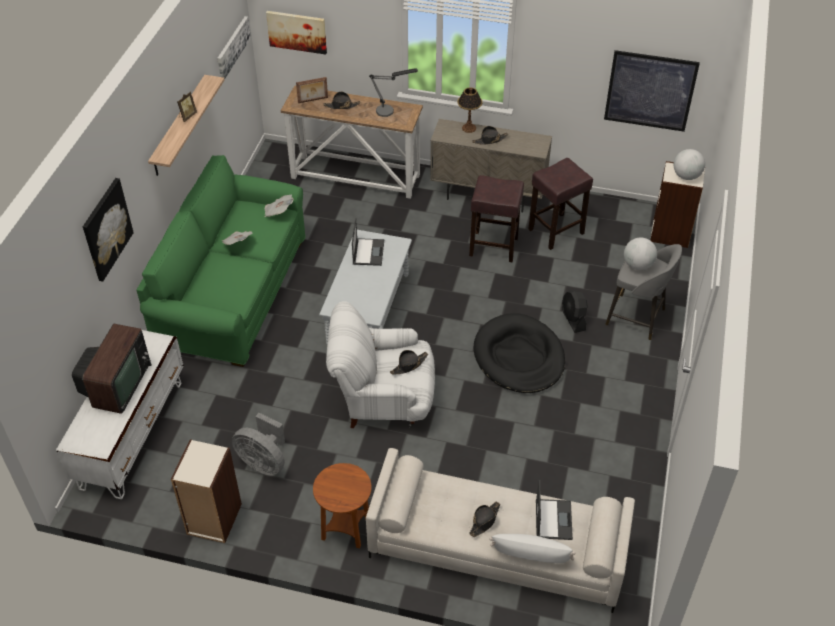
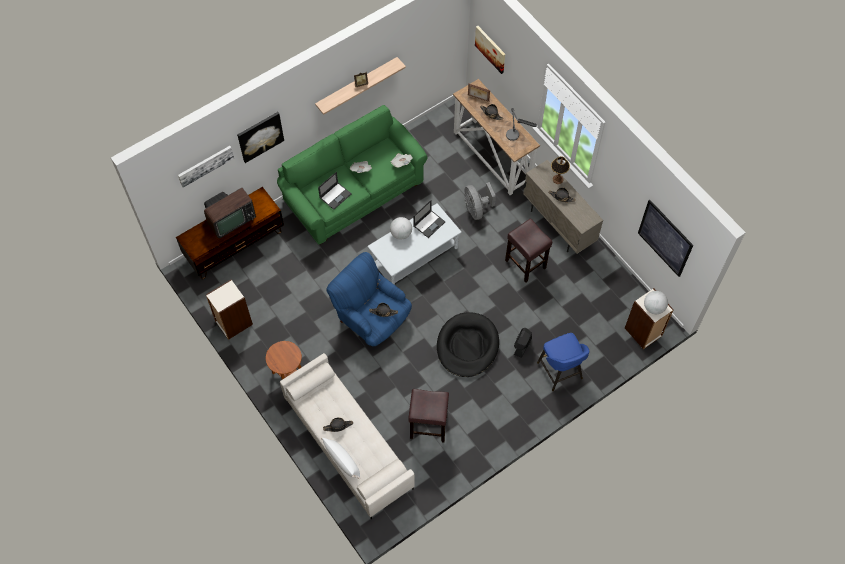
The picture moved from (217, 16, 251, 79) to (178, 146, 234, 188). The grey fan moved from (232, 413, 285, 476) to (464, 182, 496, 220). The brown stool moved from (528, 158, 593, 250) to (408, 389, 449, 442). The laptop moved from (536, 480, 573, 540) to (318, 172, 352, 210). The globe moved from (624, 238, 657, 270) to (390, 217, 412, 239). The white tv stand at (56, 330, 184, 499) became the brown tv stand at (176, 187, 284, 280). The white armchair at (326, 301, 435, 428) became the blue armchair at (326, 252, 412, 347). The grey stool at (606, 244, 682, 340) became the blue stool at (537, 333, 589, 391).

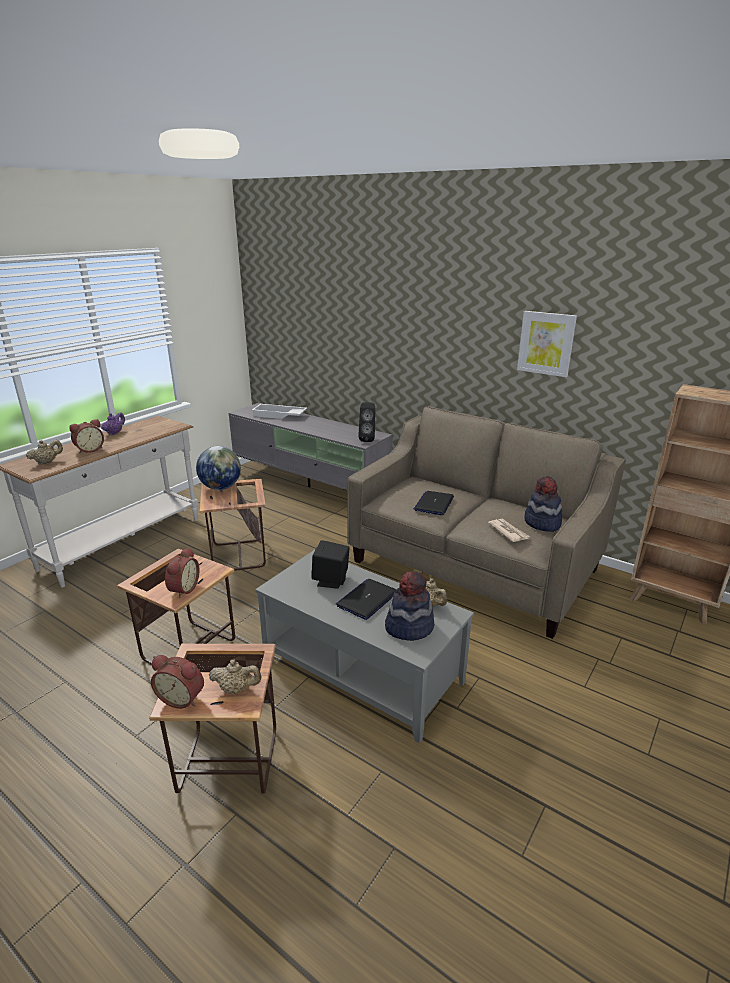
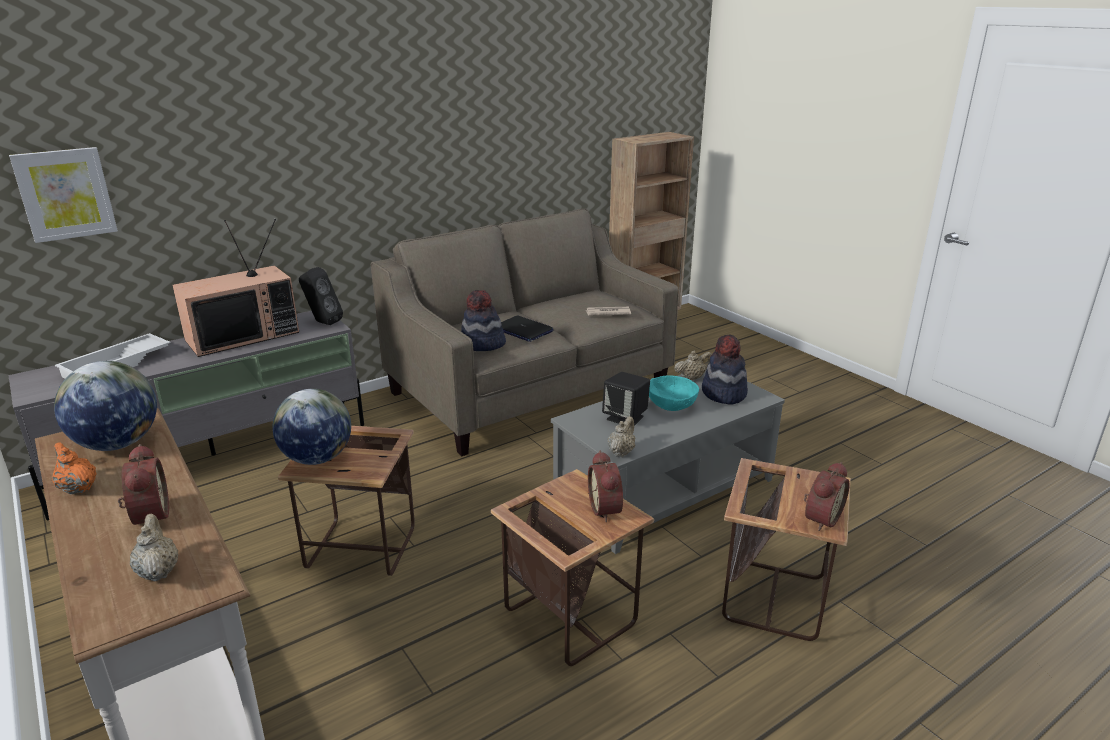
The globe at (54, 361, 157, 451) appeared. The television at (172, 219, 299, 357) appeared. The beige teapot moved from (209, 660, 262, 694) to (608, 416, 636, 457). The picture moved from (517, 311, 577, 377) to (9, 147, 118, 243). The hat moved from (524, 476, 562, 532) to (461, 290, 506, 351). The laptop at (336, 579, 396, 620) was replaced by the turquoise bowl at (649, 376, 699, 411). The purple teapot at (101, 412, 125, 435) became the orange teapot at (53, 443, 96, 494). The alarm clock at (165, 547, 200, 598) turned 135 degrees counterclockwise.

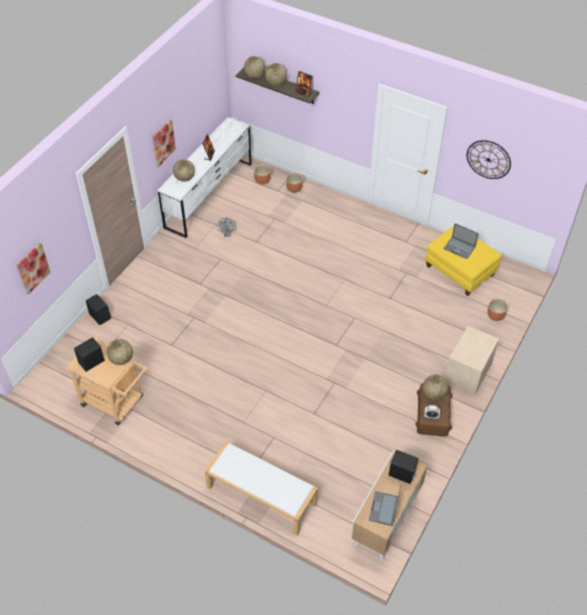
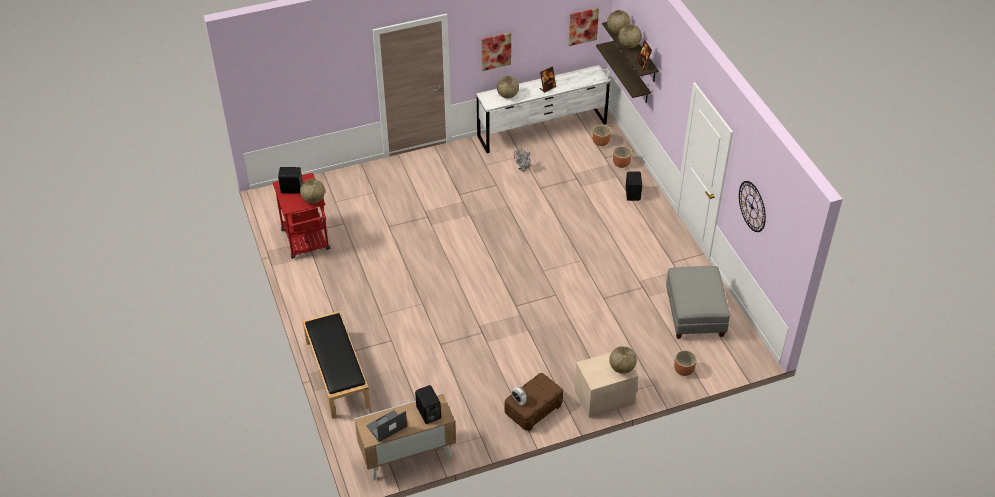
The laptop at (443, 223, 479, 259) disappeared. The shelf at (596, 41, 651, 103) appeared. The picture moved from (17, 243, 50, 295) to (569, 8, 599, 46). The black speaker moved from (86, 294, 111, 325) to (626, 172, 642, 201). The globe moved from (423, 374, 448, 400) to (609, 346, 637, 374). The beige cart at (66, 337, 148, 425) became the red cart at (272, 173, 330, 259). The white bench at (204, 441, 318, 536) became the black bench at (302, 311, 371, 419). The yellow ottoman at (425, 226, 502, 296) became the grey ottoman at (666, 266, 730, 339).

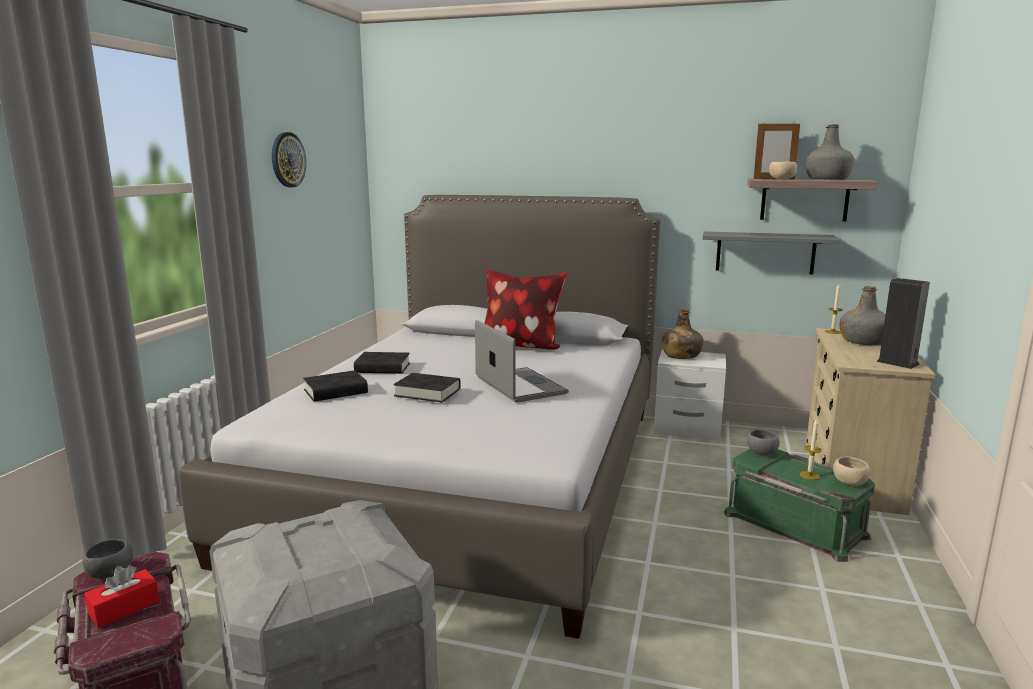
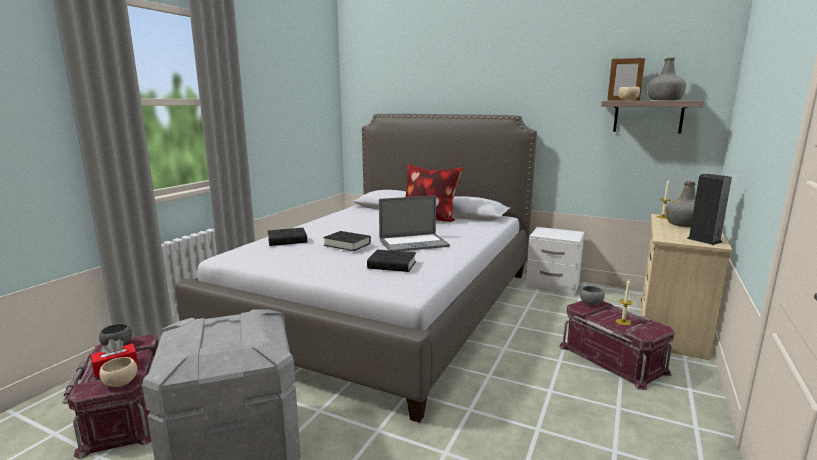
The wall clock at (272, 132, 306, 187) disappeared. The green bottle at (662, 309, 704, 359) disappeared. The grey shelf at (703, 231, 840, 275) disappeared. The black book moved from (354, 352, 410, 374) to (367, 250, 416, 272). The beige bowl moved from (833, 457, 870, 486) to (99, 357, 137, 387). The green storage box at (724, 449, 875, 562) became the red storage box at (559, 301, 675, 390). The laptop at (475, 320, 569, 403) turned 90 degrees clockwise.

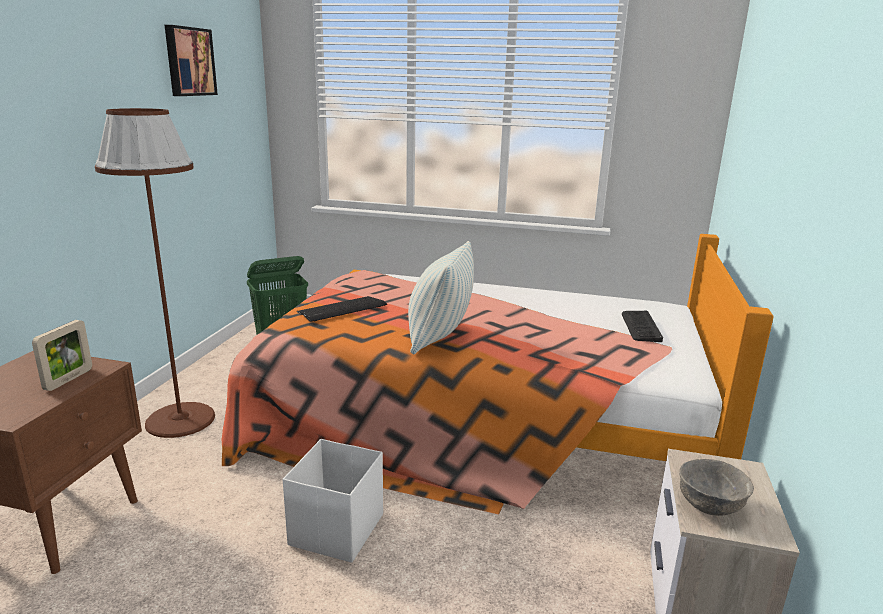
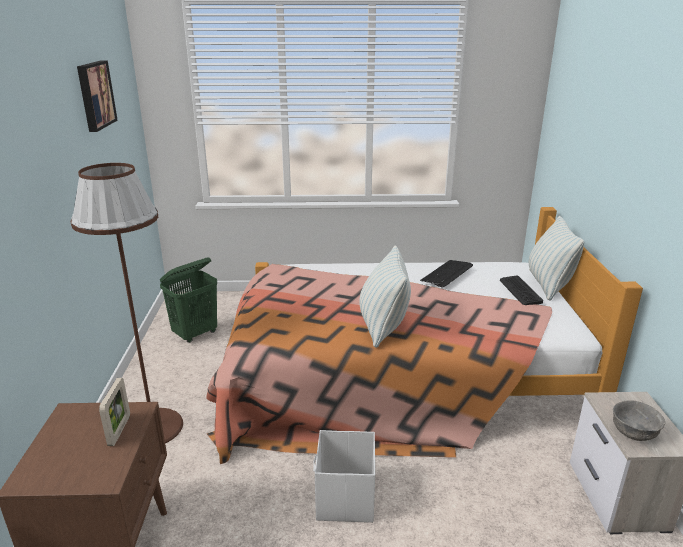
The pillow at (529, 216, 585, 301) appeared. The keyboard moved from (297, 296, 387, 322) to (420, 260, 473, 288).

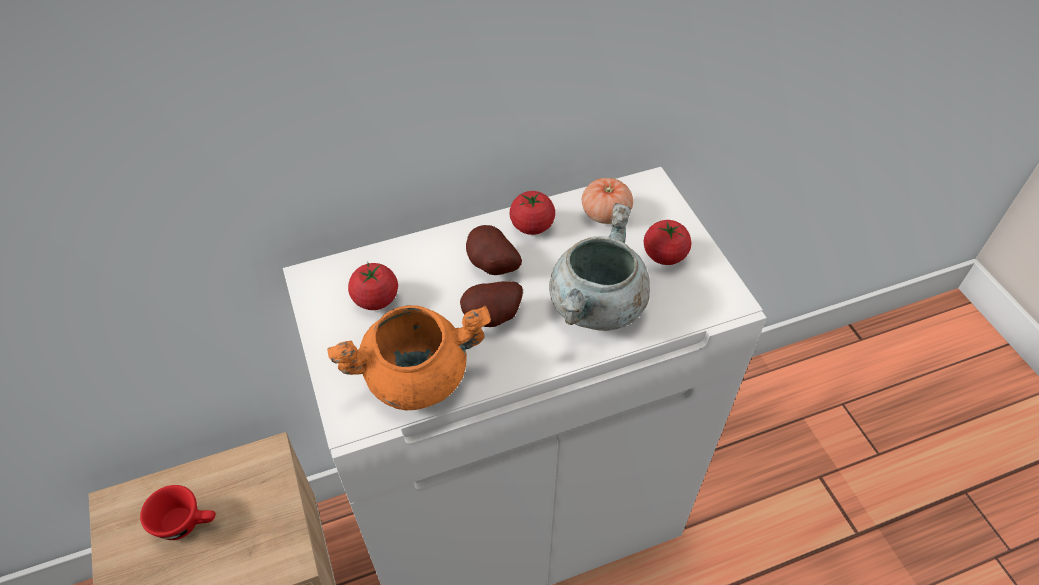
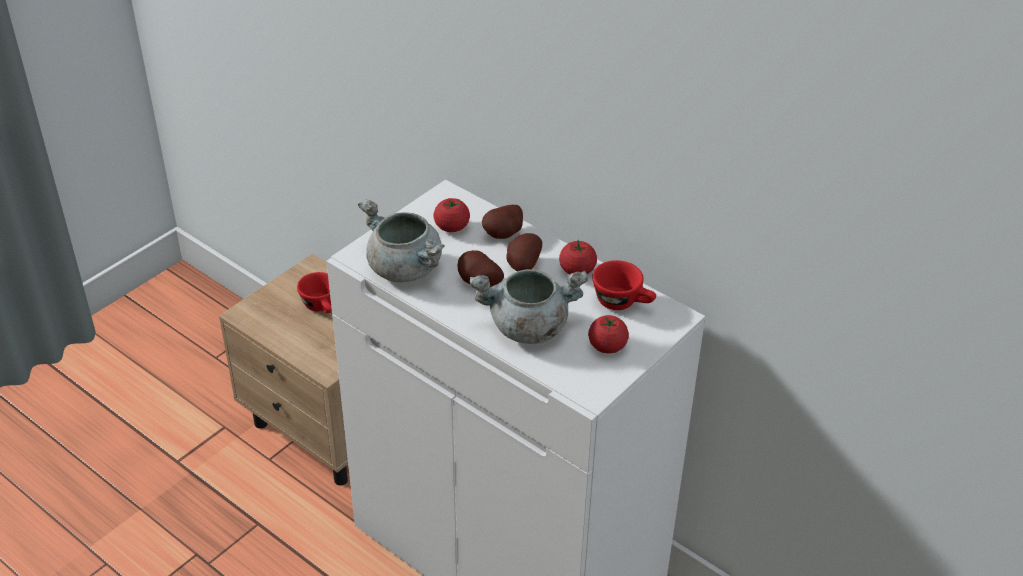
The potato at (482, 205, 523, 239) appeared. The tomato at (582, 178, 633, 224) was replaced by the red cup at (592, 260, 656, 310). The orange cooking pot at (327, 305, 491, 410) became the grey cooking pot at (358, 199, 445, 282).

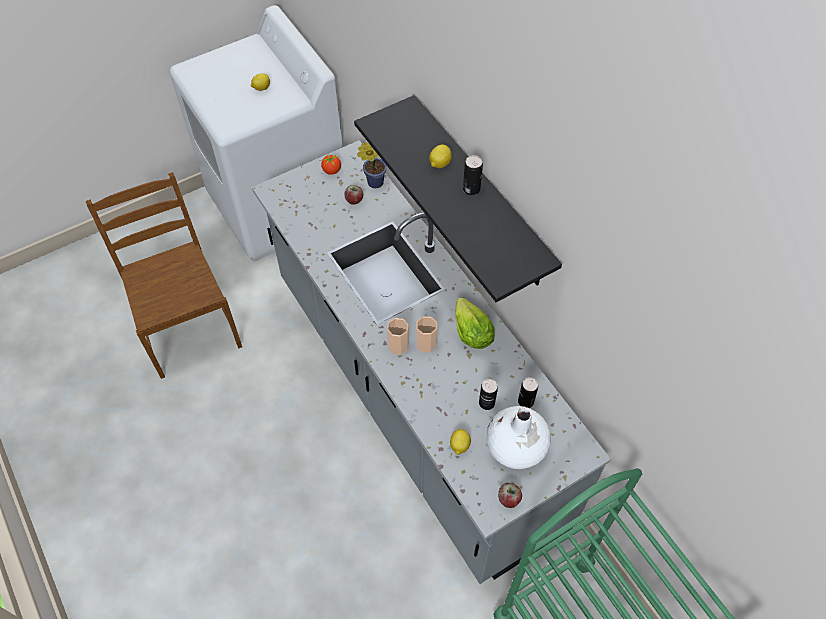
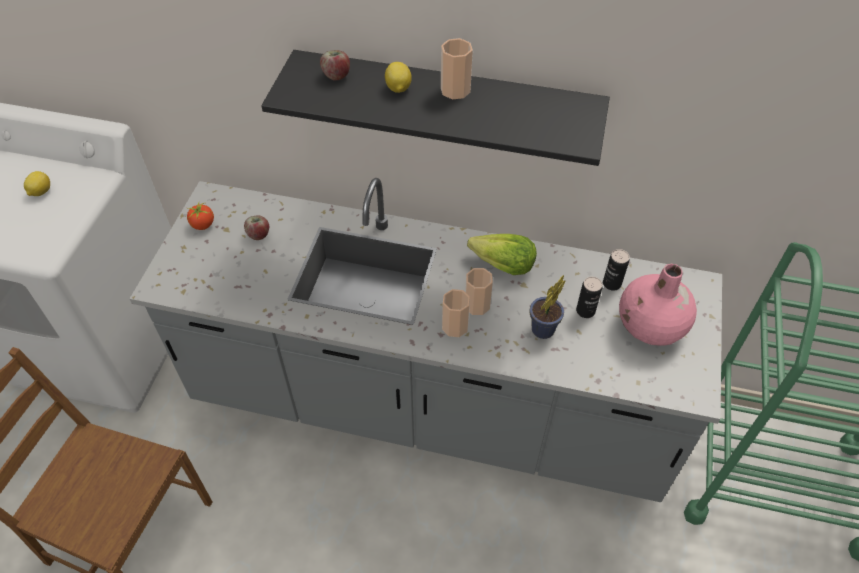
The lemon at (450, 429, 471, 455) disappeared. The potted plant moved from (357, 142, 387, 188) to (530, 275, 565, 339). The apple moved from (498, 483, 522, 508) to (320, 50, 350, 80). The can at (463, 155, 483, 195) was replaced by the cup at (441, 38, 473, 99). The white vase at (487, 406, 551, 469) became the pink vase at (619, 264, 697, 346).

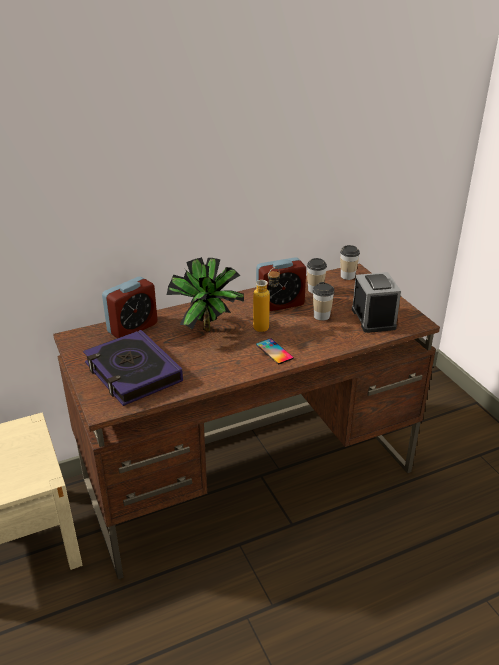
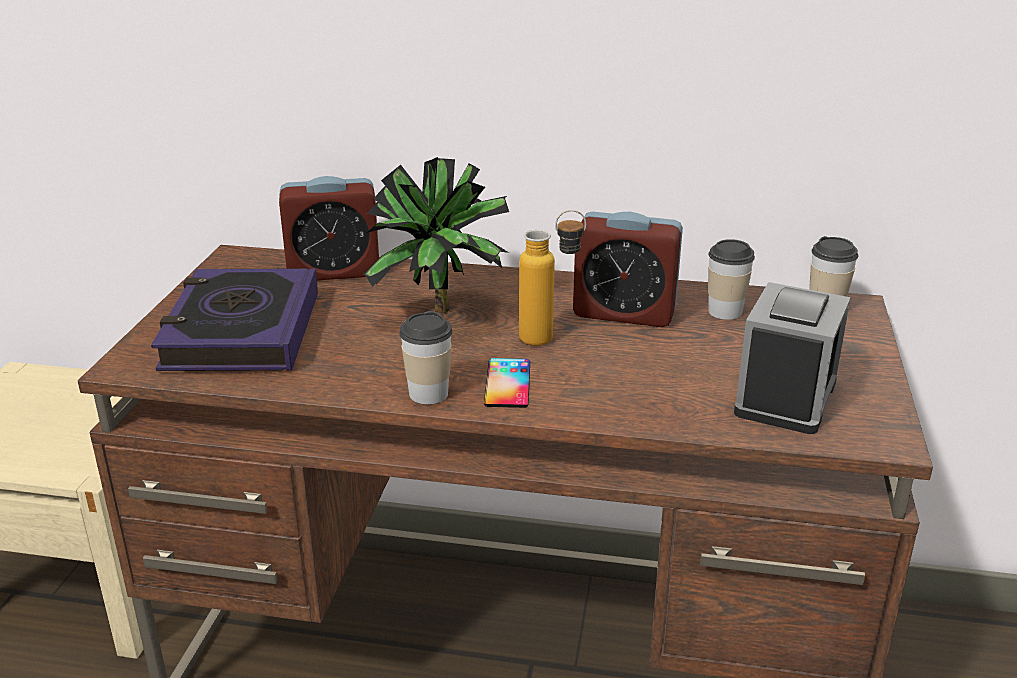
The cup moved from (313, 282, 334, 321) to (399, 311, 452, 404).

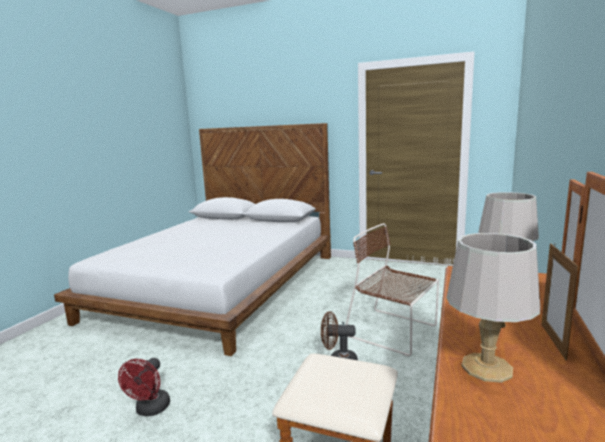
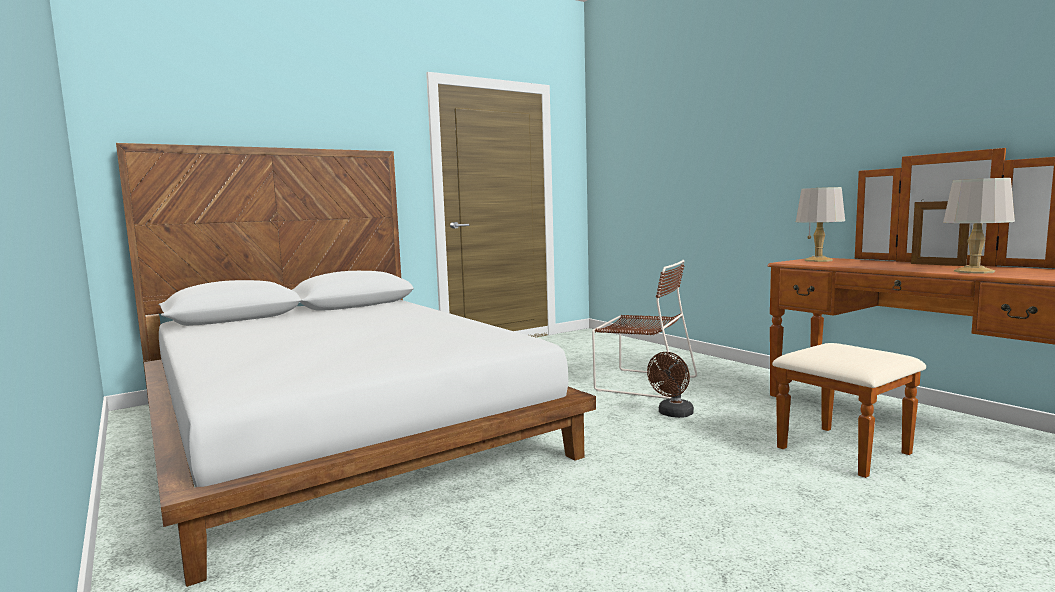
The red fan at (118, 358, 170, 416) disappeared. The brown chair at (346, 223, 439, 356) turned 135 degrees counterclockwise.

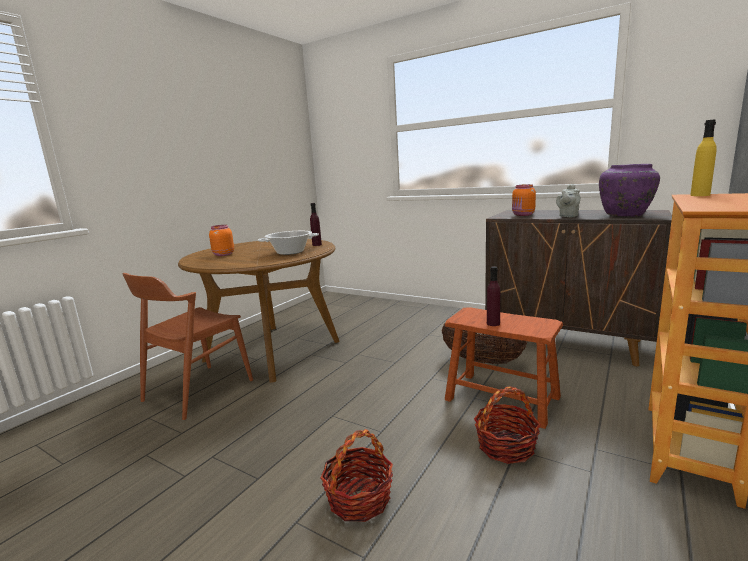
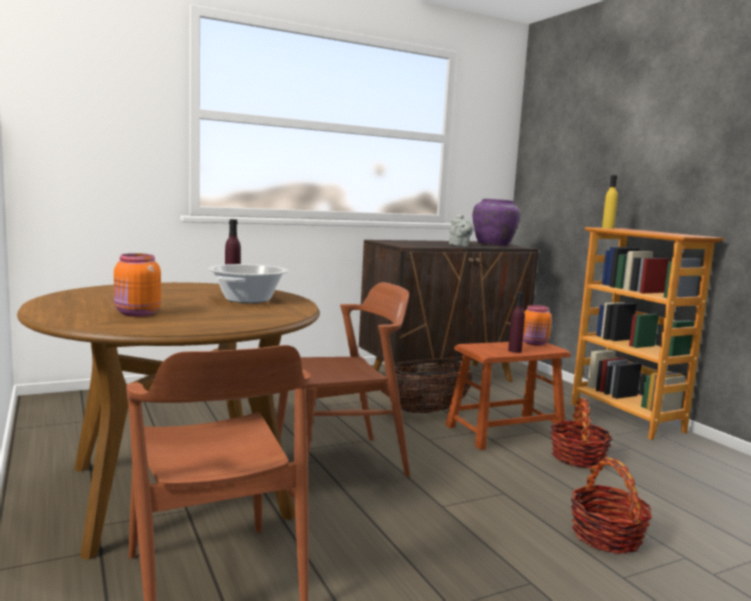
The brown chair at (277, 282, 410, 477) appeared. The orange jar moved from (512, 184, 536, 216) to (523, 305, 552, 346).

